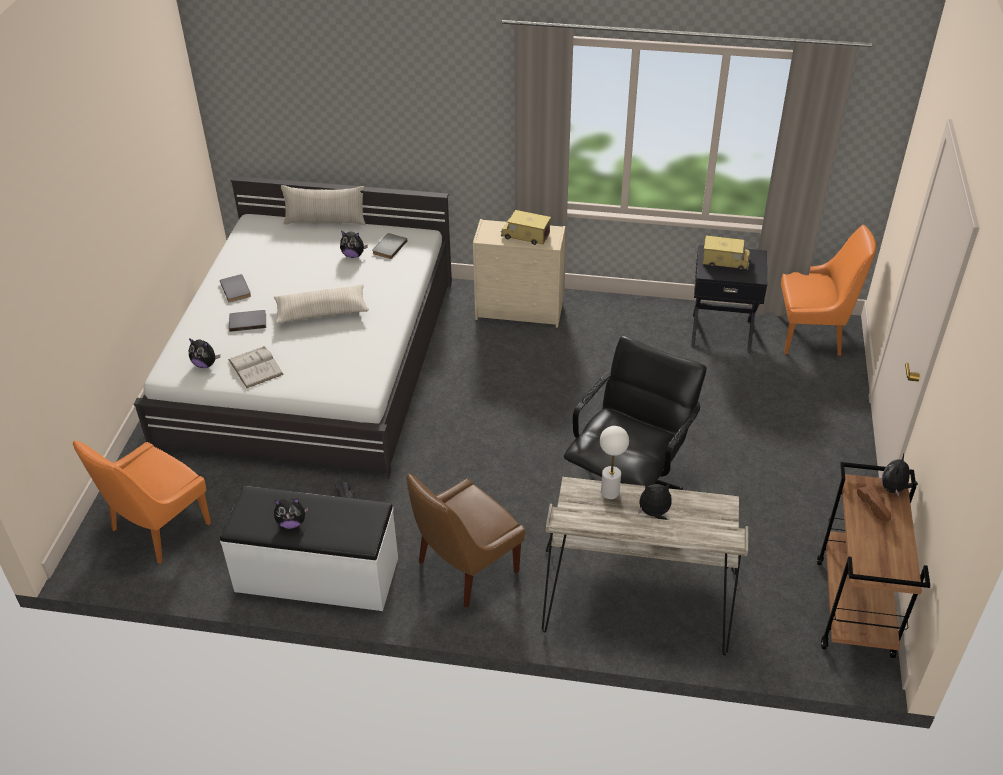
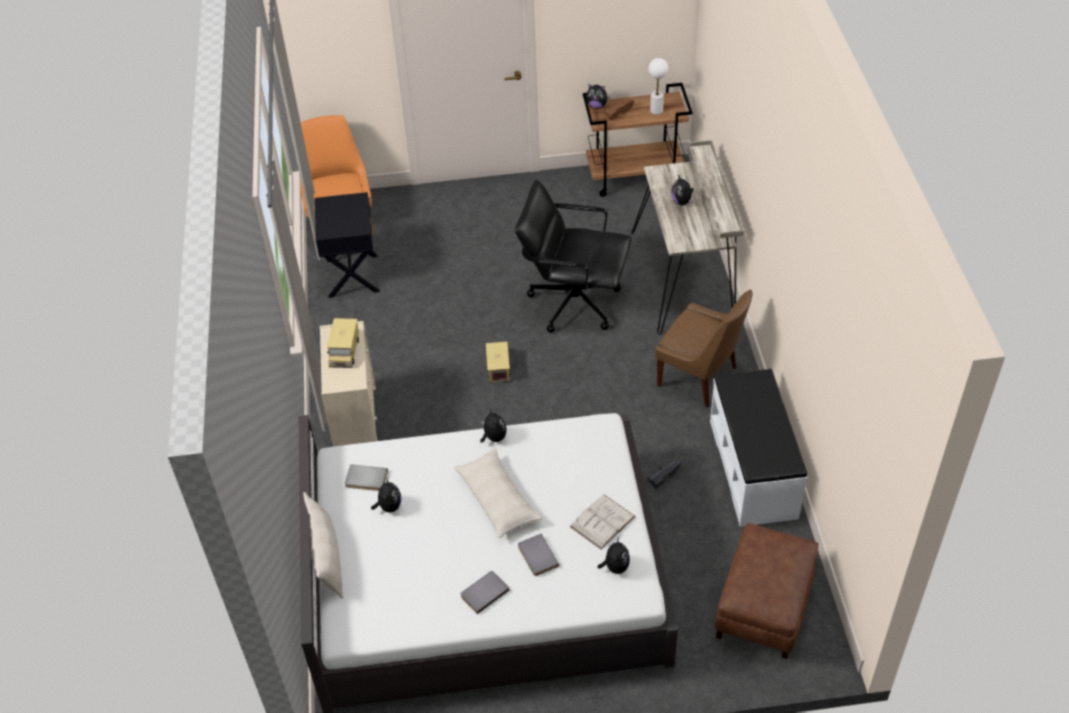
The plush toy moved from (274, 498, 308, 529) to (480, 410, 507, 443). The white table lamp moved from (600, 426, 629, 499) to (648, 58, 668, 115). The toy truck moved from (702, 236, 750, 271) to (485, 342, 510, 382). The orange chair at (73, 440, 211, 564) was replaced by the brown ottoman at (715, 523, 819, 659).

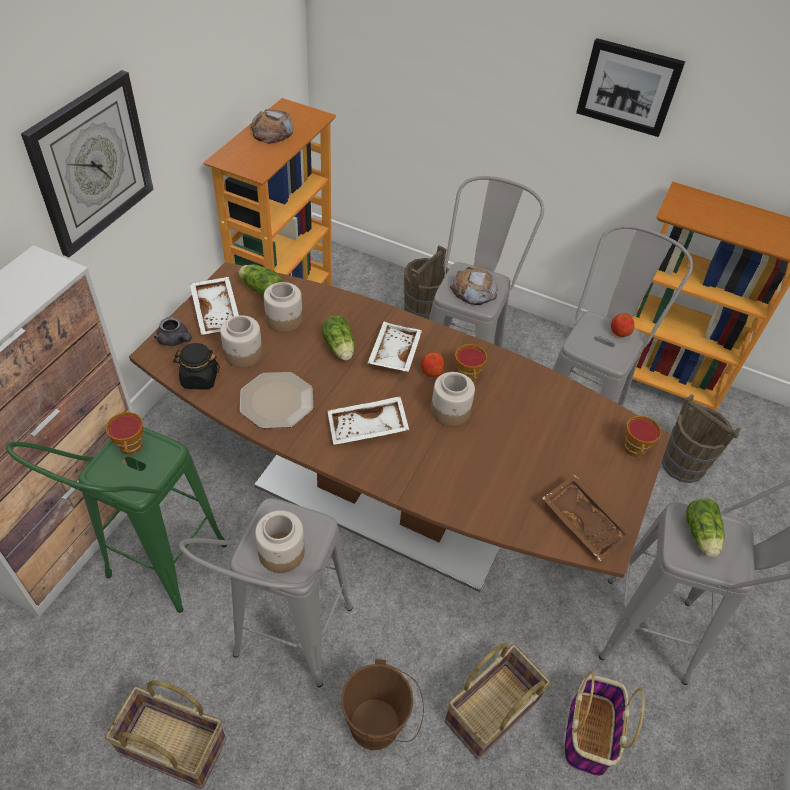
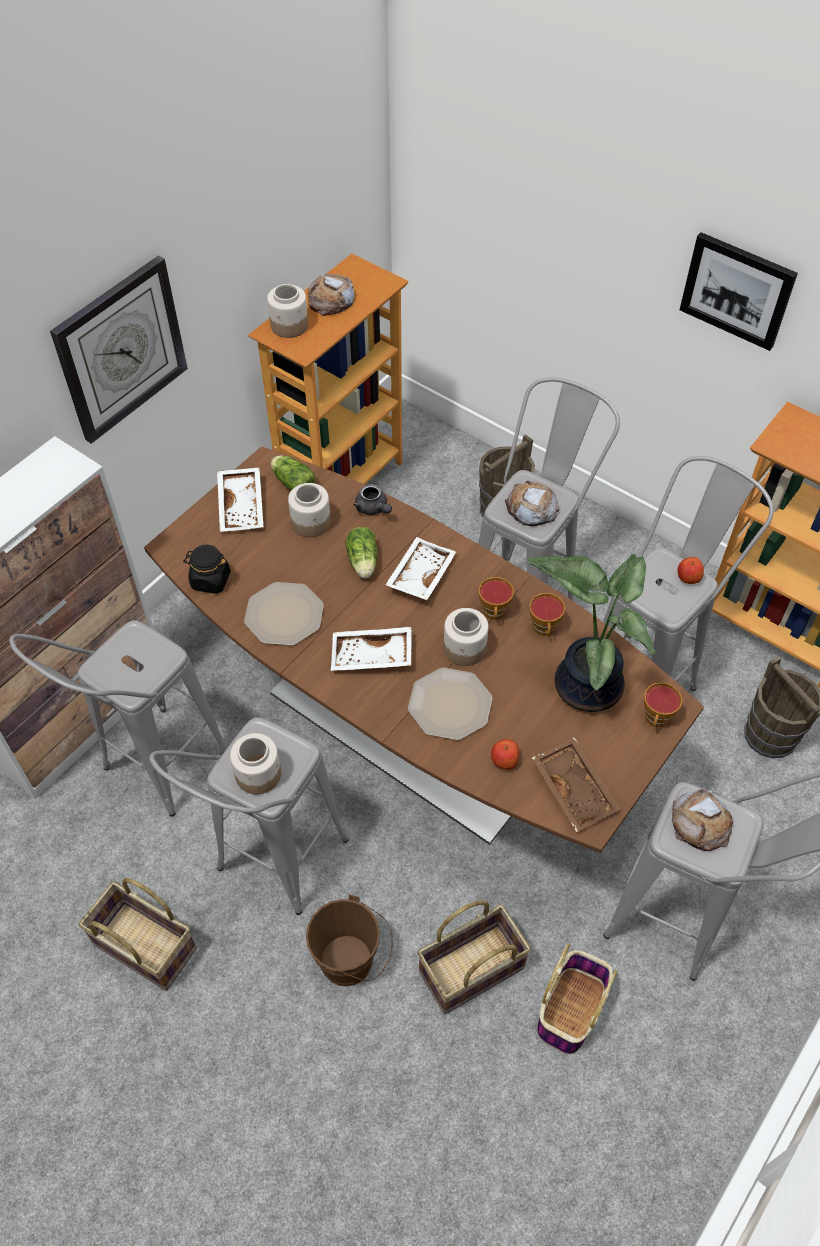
The plate at (408, 668, 492, 740) appeared. The potted plant at (527, 554, 656, 712) appeared. The cup moved from (106, 412, 143, 455) to (529, 593, 565, 636). The grey teapot moved from (154, 317, 192, 346) to (354, 484, 392, 515). The jar moved from (220, 315, 262, 368) to (267, 284, 308, 338). The apple moved from (421, 352, 445, 378) to (491, 739, 520, 770). The lettuce at (686, 498, 725, 557) was replaced by the bread at (672, 788, 733, 851). The green stool at (6, 427, 227, 613) became the grey stool at (9, 620, 228, 817).

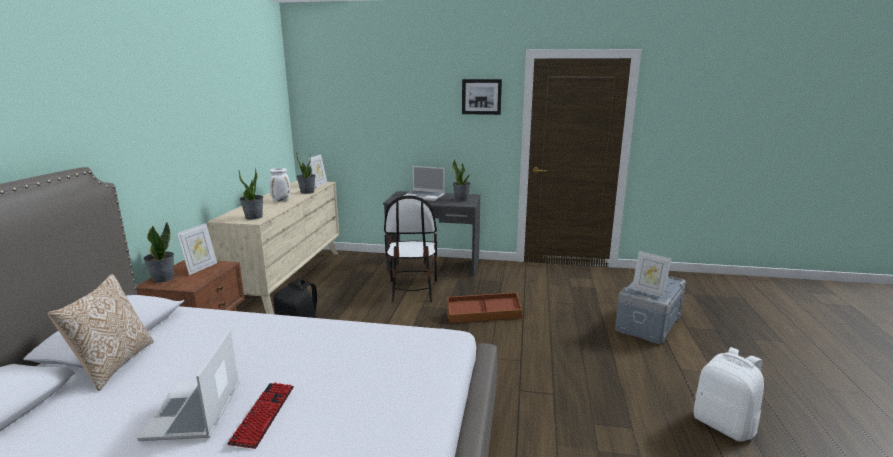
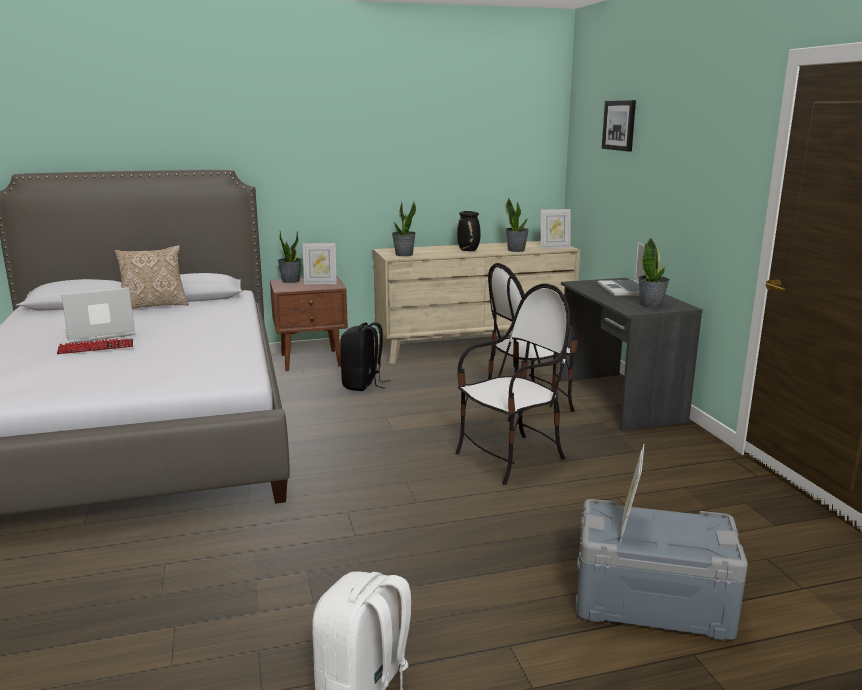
The picture moved from (462, 79, 502, 115) to (602, 100, 636, 151). The brown storage box at (447, 292, 522, 323) was replaced by the chair at (455, 284, 570, 485). The white vase at (269, 168, 291, 202) became the black vase at (457, 211, 480, 251).

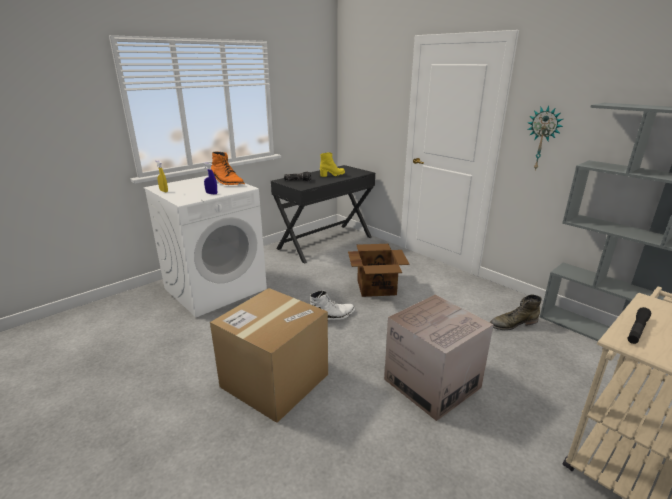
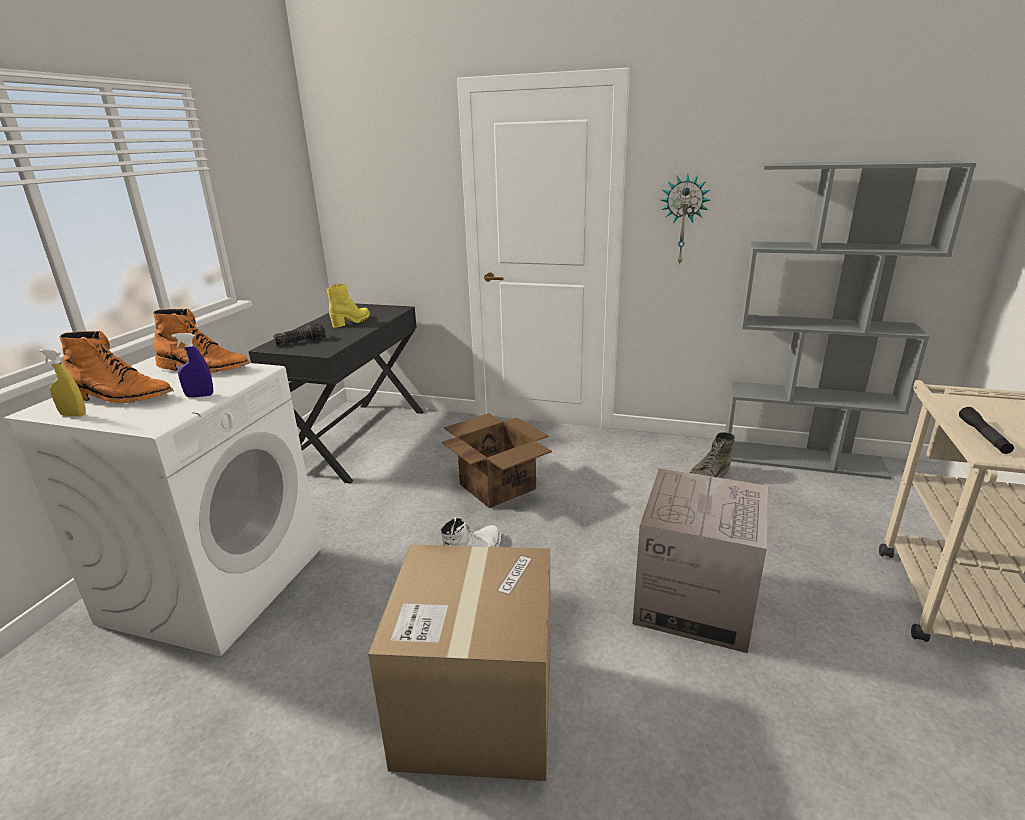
The orange boot at (60, 331, 174, 403) appeared.

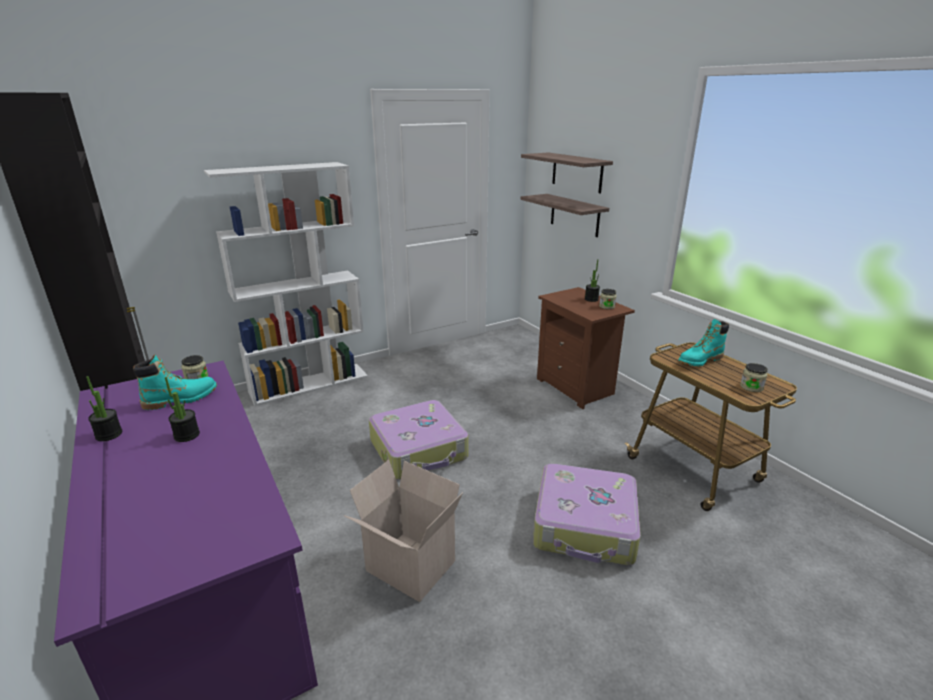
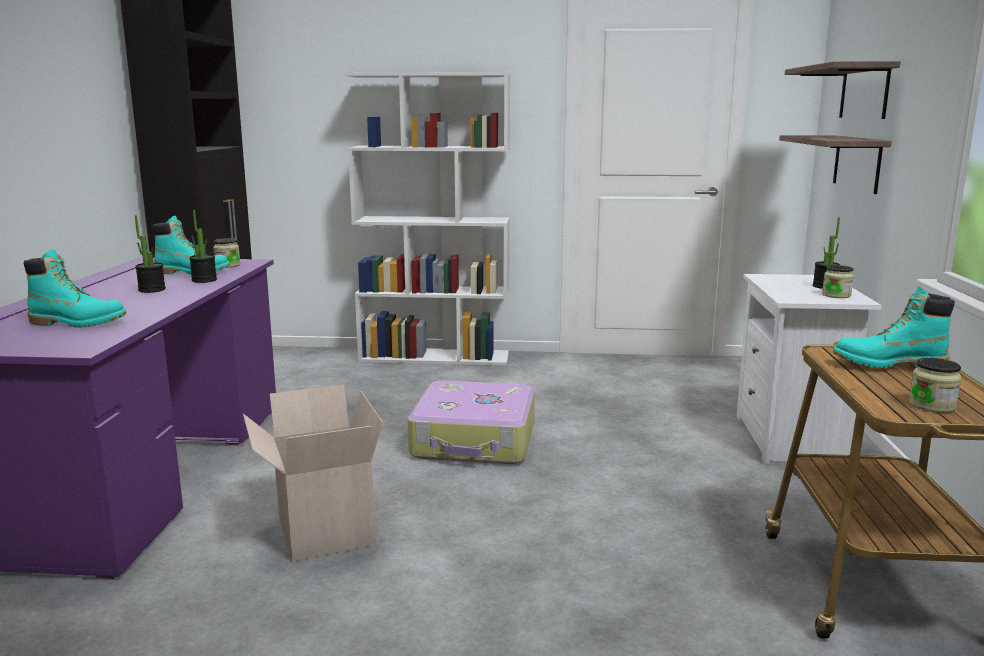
The suitcase at (533, 464, 641, 565) disappeared. The turquoise boot at (24, 249, 126, 328) appeared. The potted plant moved from (86, 376, 122, 441) to (189, 210, 217, 283). The brown nightstand at (537, 287, 635, 409) became the white nightstand at (737, 274, 881, 465).

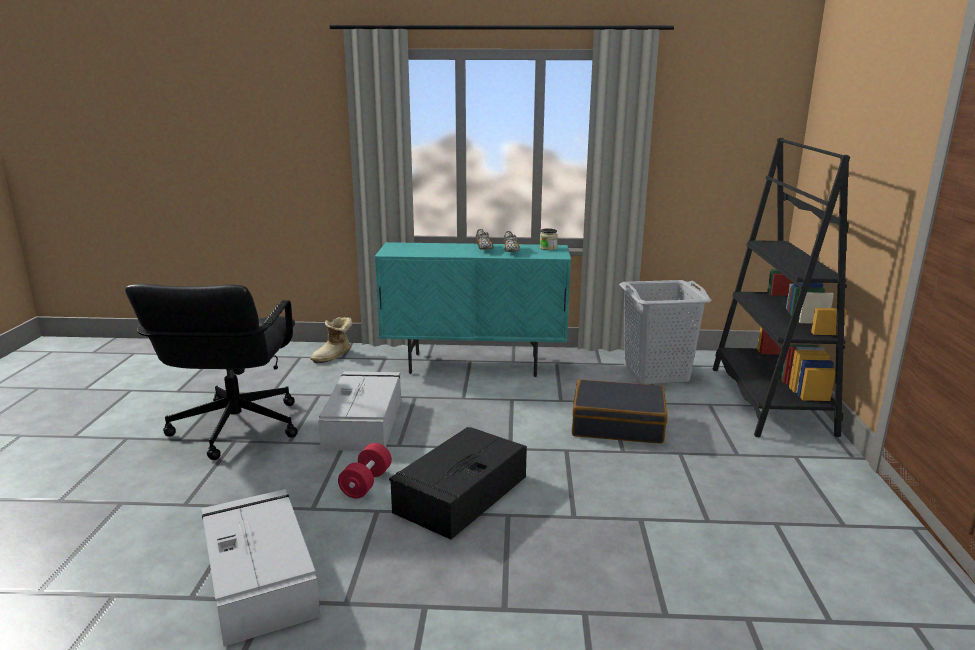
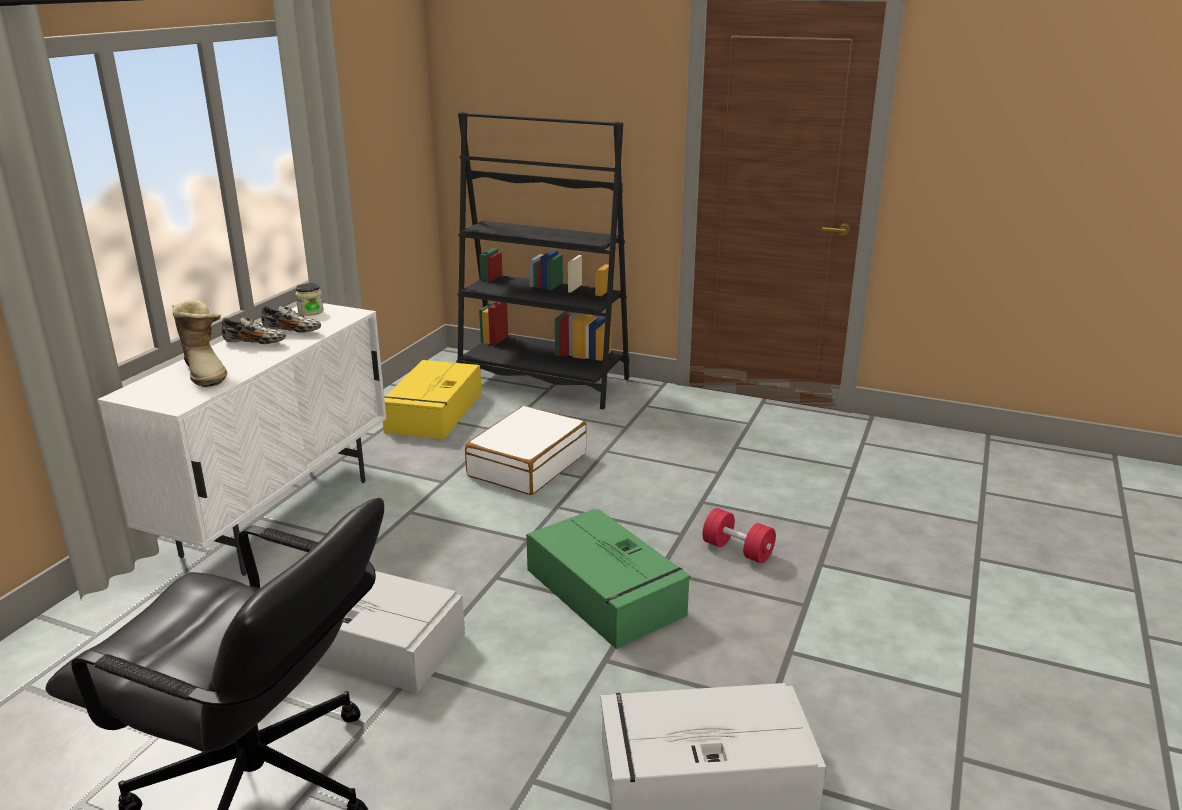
The boot moved from (310, 317, 352, 364) to (172, 300, 227, 387). The red dumbbell moved from (338, 443, 392, 499) to (702, 508, 776, 564). The grey laundry basket at (619, 280, 711, 384) was replaced by the yellow storage box at (383, 360, 482, 439). The turquoise cabinet at (374, 242, 571, 377) became the white cabinet at (98, 303, 387, 576). The black storage box at (389, 427, 527, 540) became the green storage box at (526, 509, 691, 649). The black suitcase at (572, 379, 668, 444) became the white suitcase at (465, 406, 587, 495).

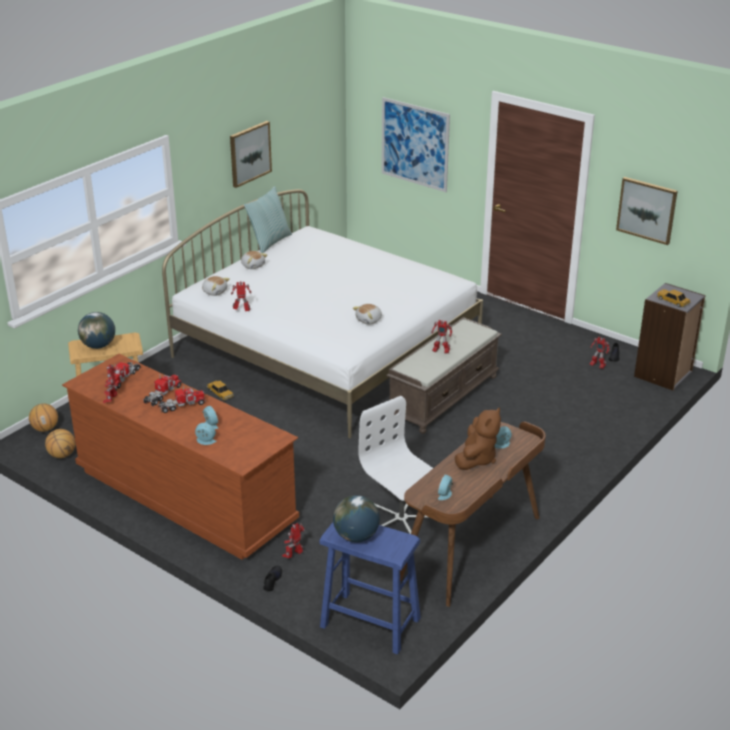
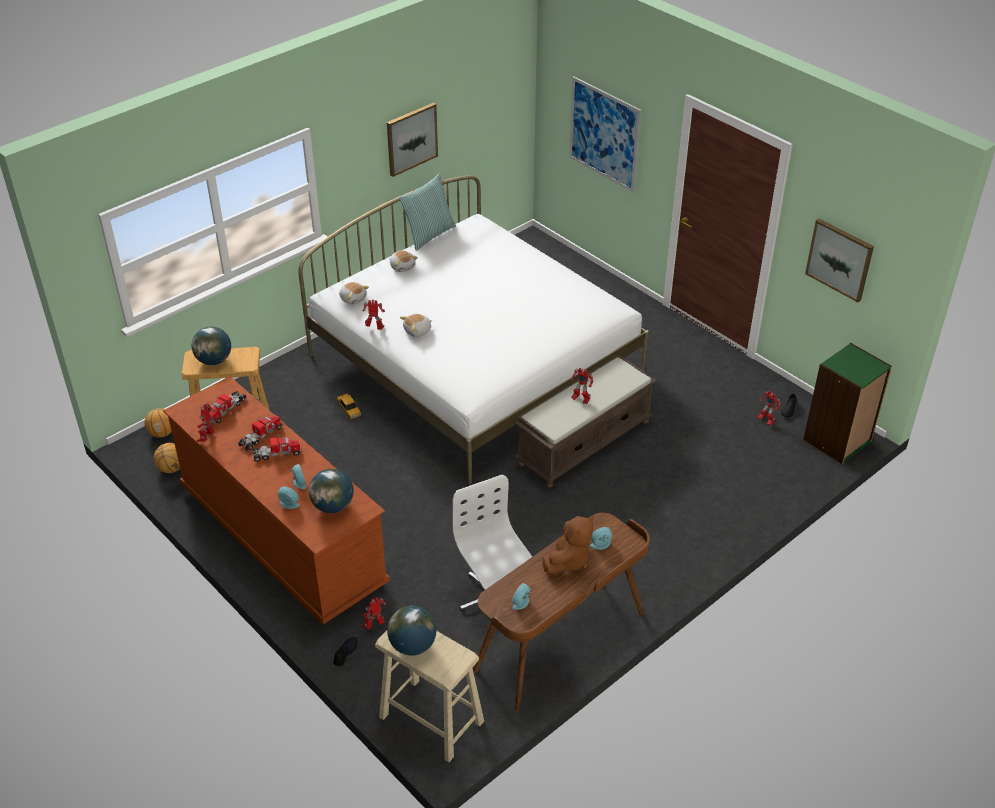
The toy car at (657, 289, 691, 307) disappeared. The globe at (309, 469, 354, 513) appeared. The plush toy moved from (353, 304, 382, 324) to (400, 314, 432, 337). The blue stool at (320, 522, 421, 654) became the beige stool at (375, 631, 484, 762). The grey bookcase at (634, 283, 705, 391) became the green bookcase at (803, 343, 892, 464).

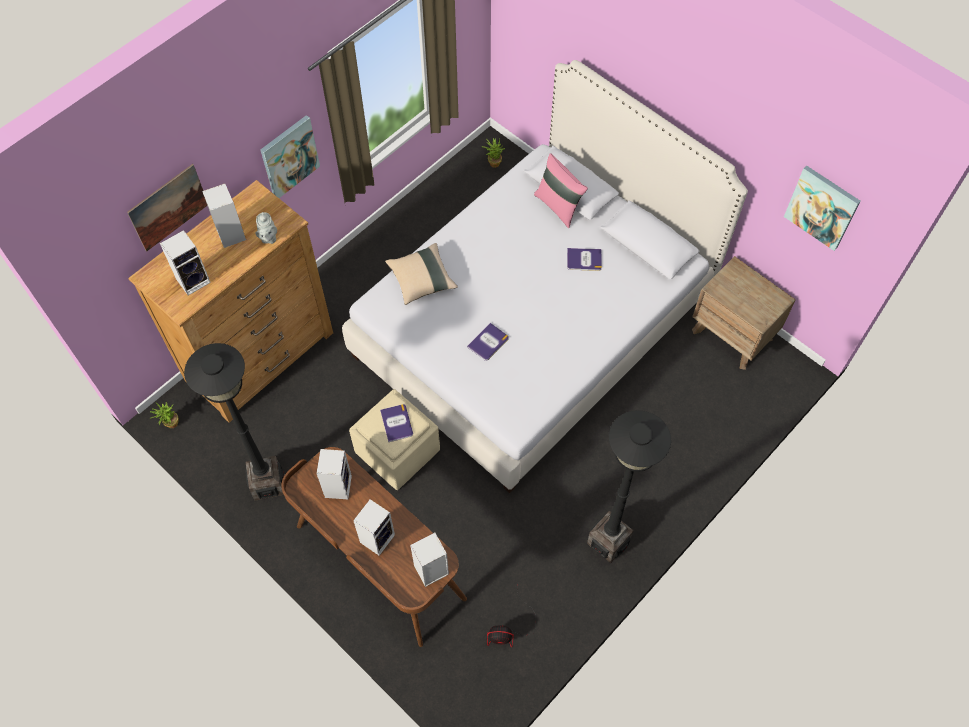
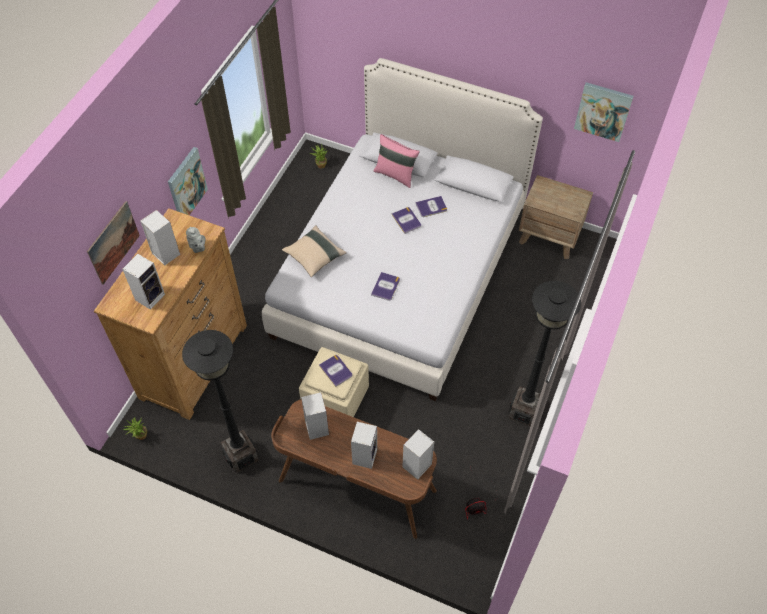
The book at (392, 207, 421, 234) appeared.

